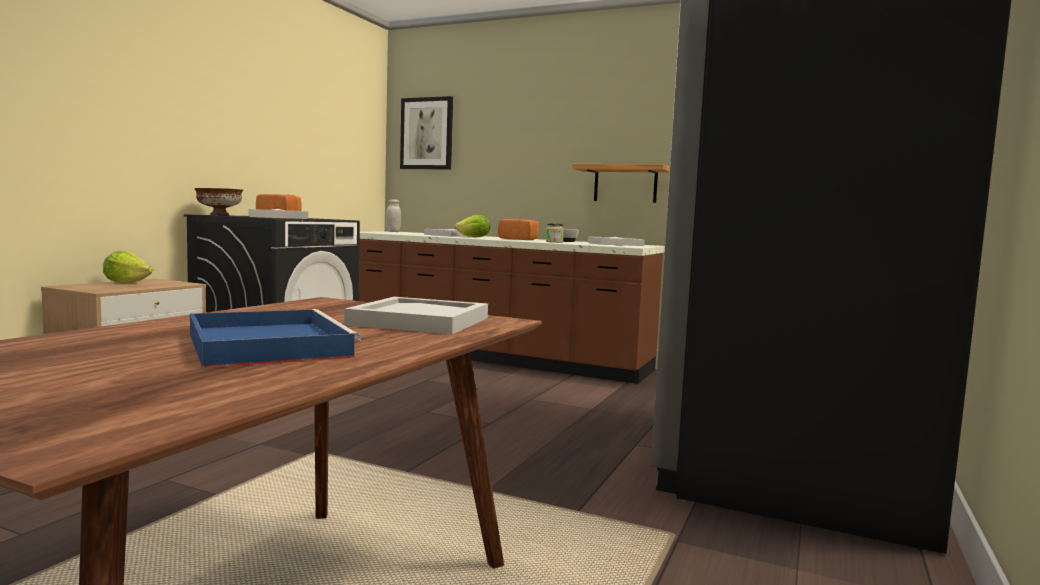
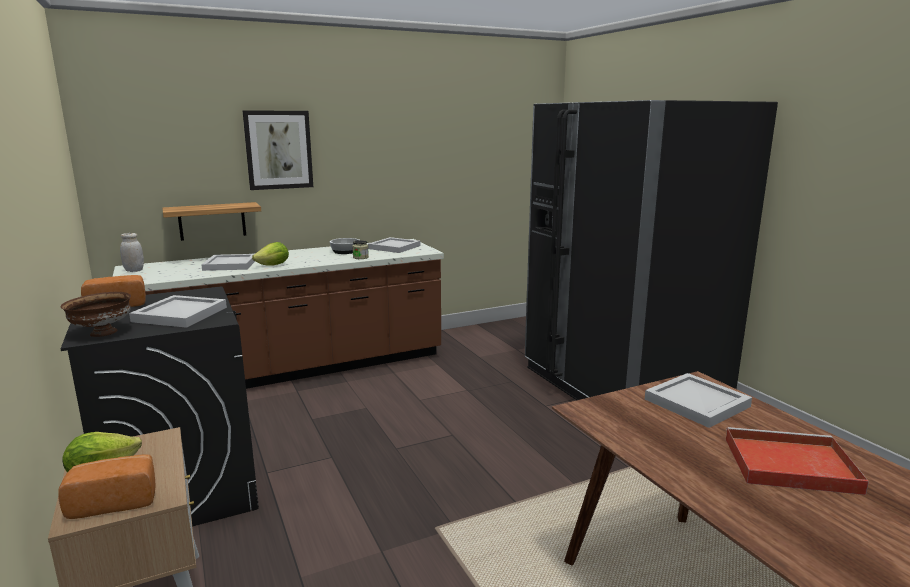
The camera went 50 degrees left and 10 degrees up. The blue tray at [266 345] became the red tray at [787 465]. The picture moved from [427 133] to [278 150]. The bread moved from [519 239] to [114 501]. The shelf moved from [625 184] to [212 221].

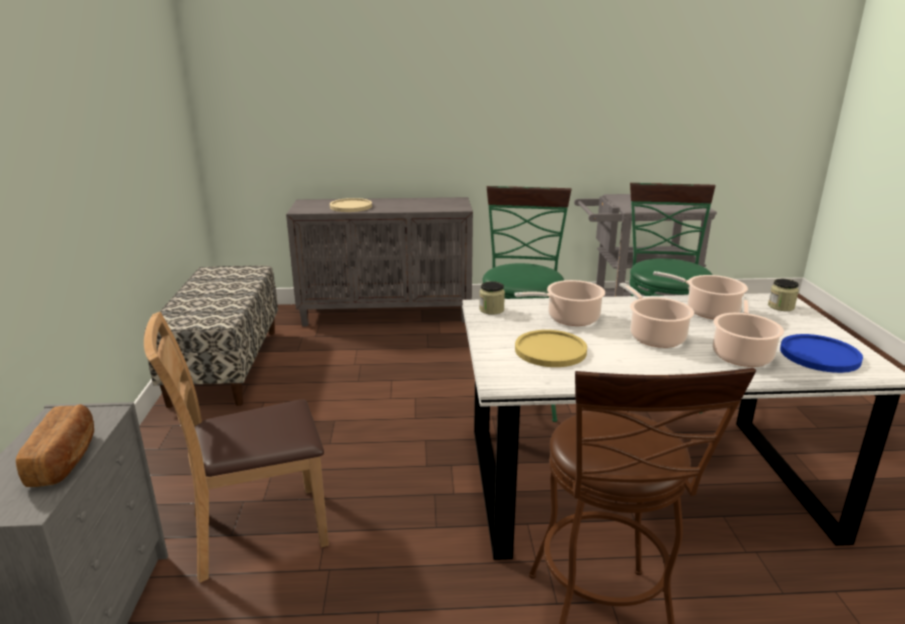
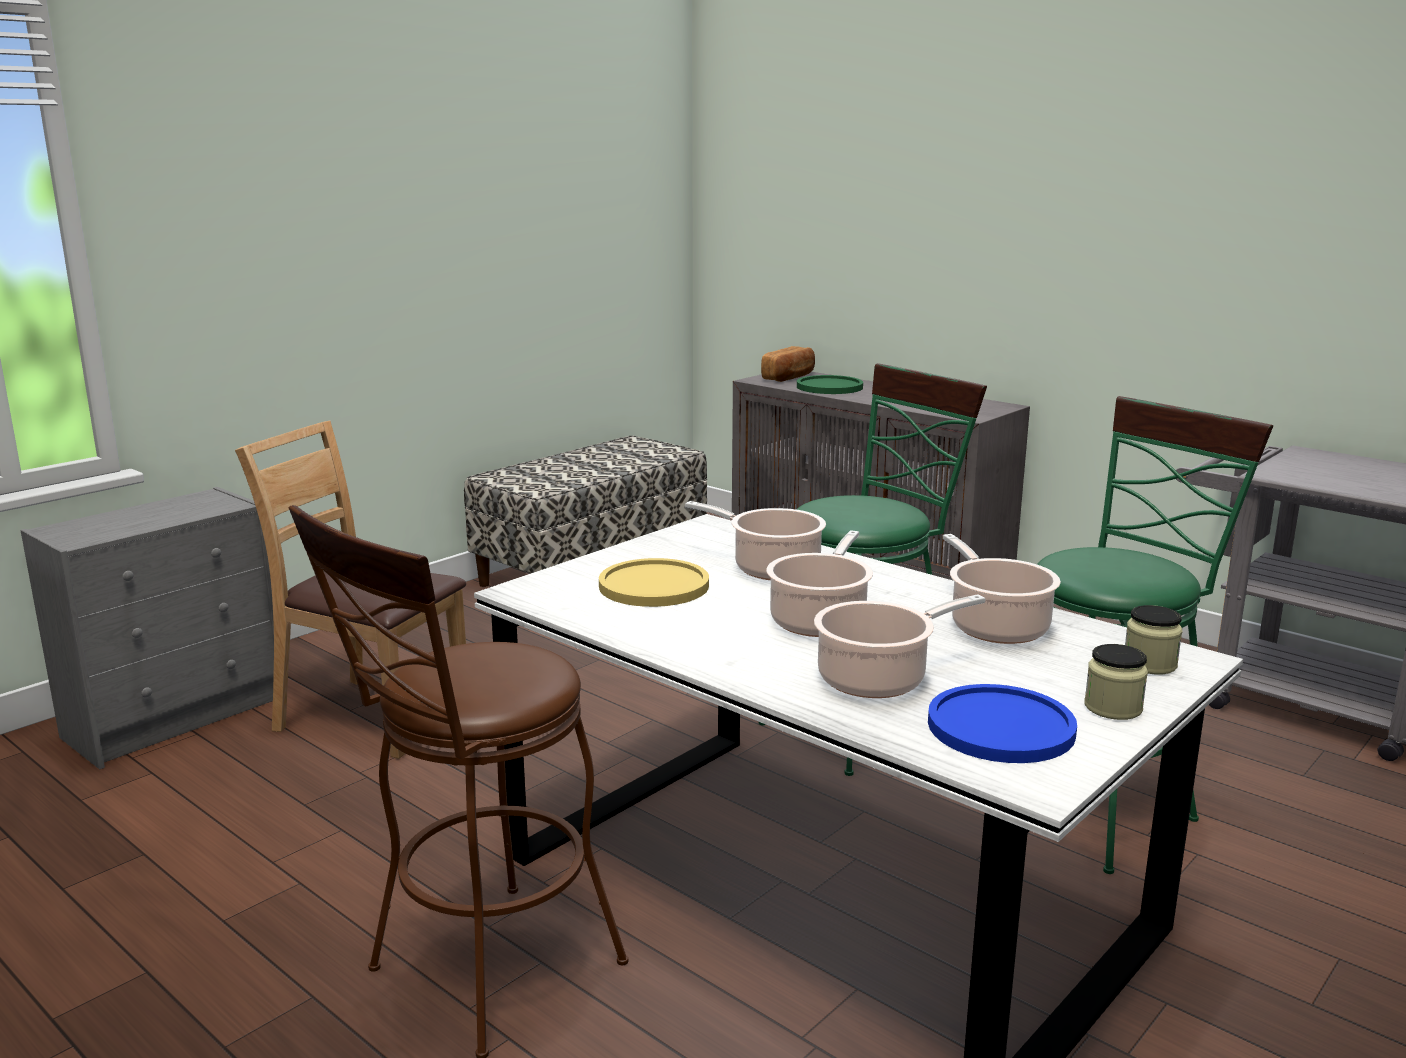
The camera went 45 degrees right and 5 degrees down. The bread moved from [65 459] to [789 377]. The beige plate at [351 206] became the green plate at [829 387]. The jar moved from [491 310] to [1113 708].

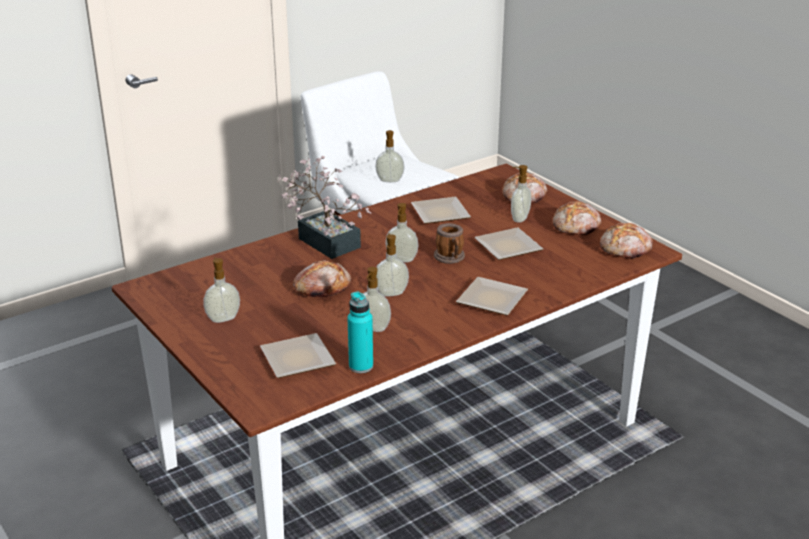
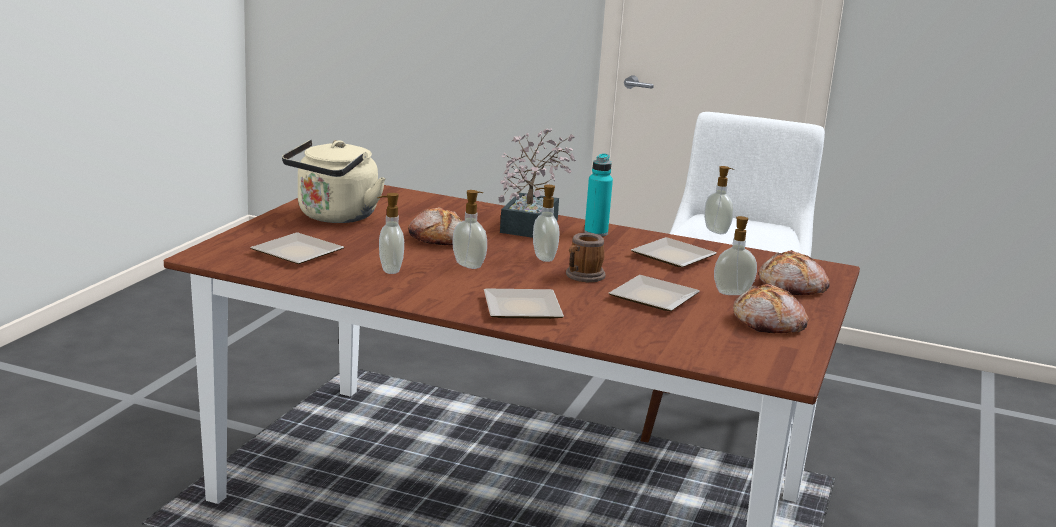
The camera went 55 degrees right and 10 degrees down. The soap dispenser at [223 318] was replaced by the beige kettle at [334 217]. The turquoise bottle moved from [361 366] to [596 233]. The bread at [626 249] disappeared.

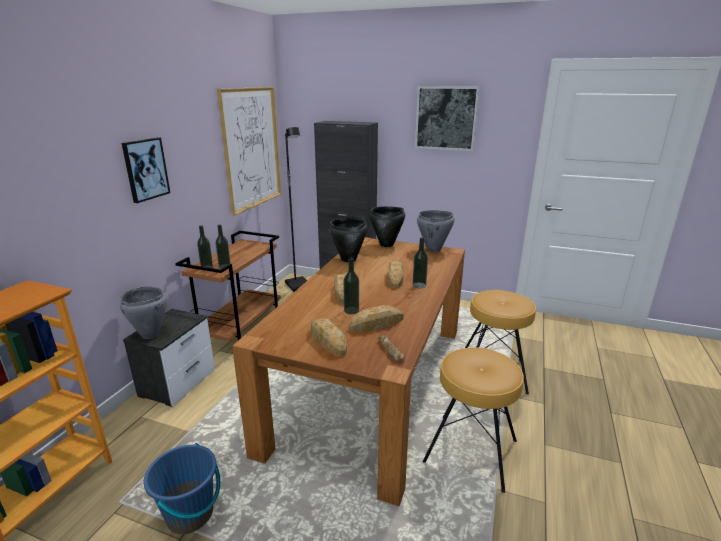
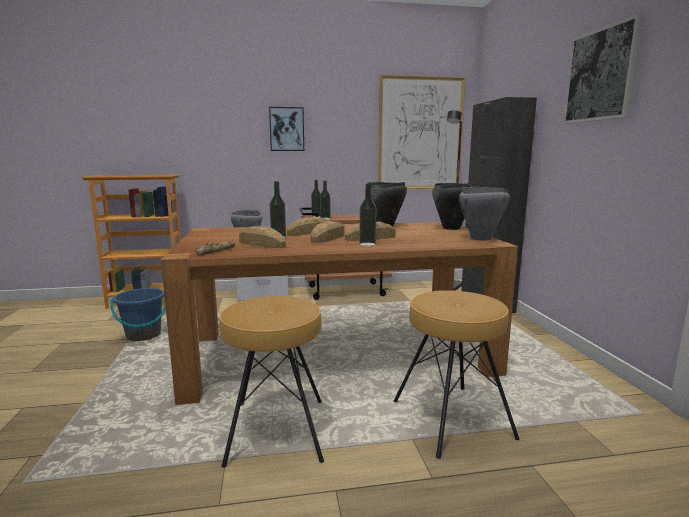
The camera went 60 degrees right and 10 degrees down. The bread moved from [328 340] to [328 238].

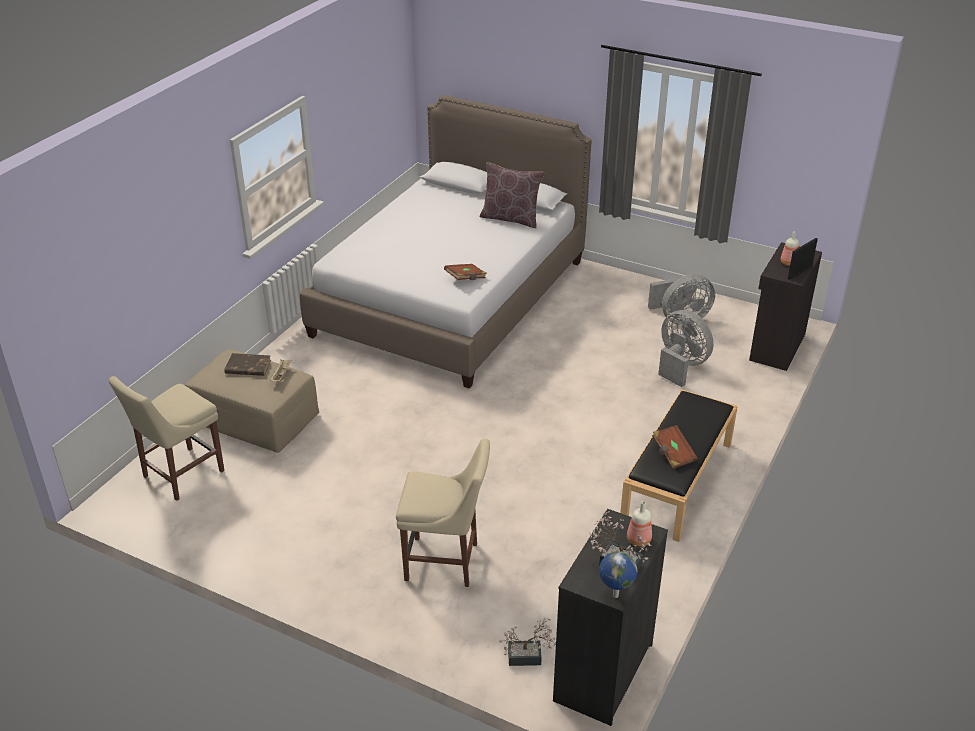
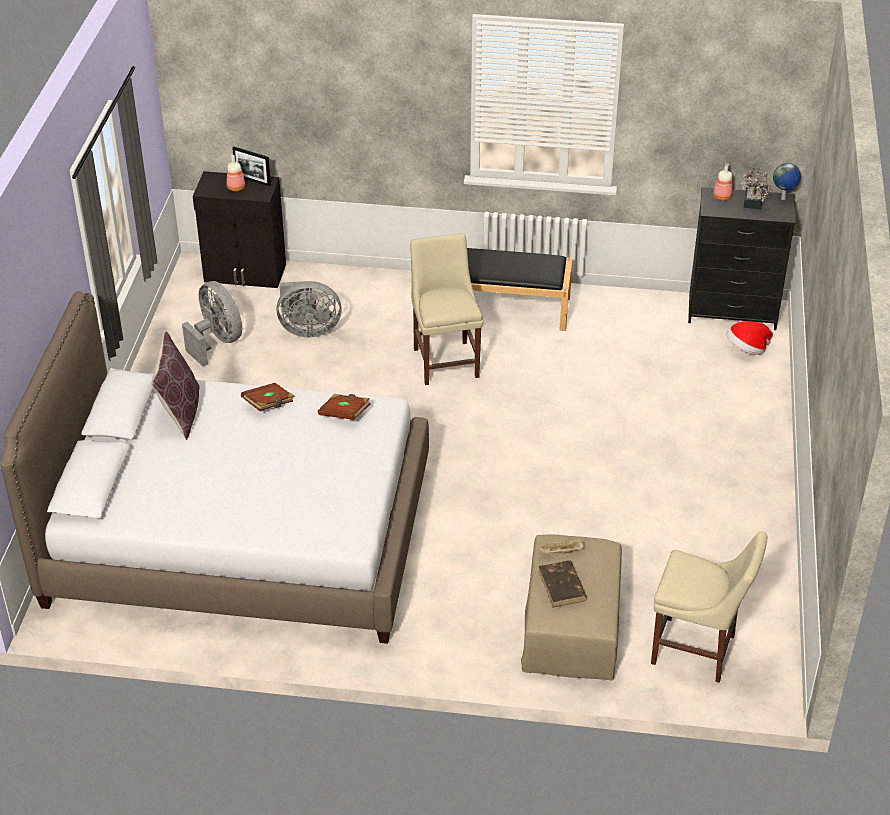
The camera went 110 degrees left and 5 degrees up. The beige chair moved from [446 562] to [445 360]. The potted plant at [529 657] was replaced by the hat at [746 349]. The brown book moved from [673 454] to [269 404]. The grey fan at [680 365] turned 120 degrees counterclockwise.

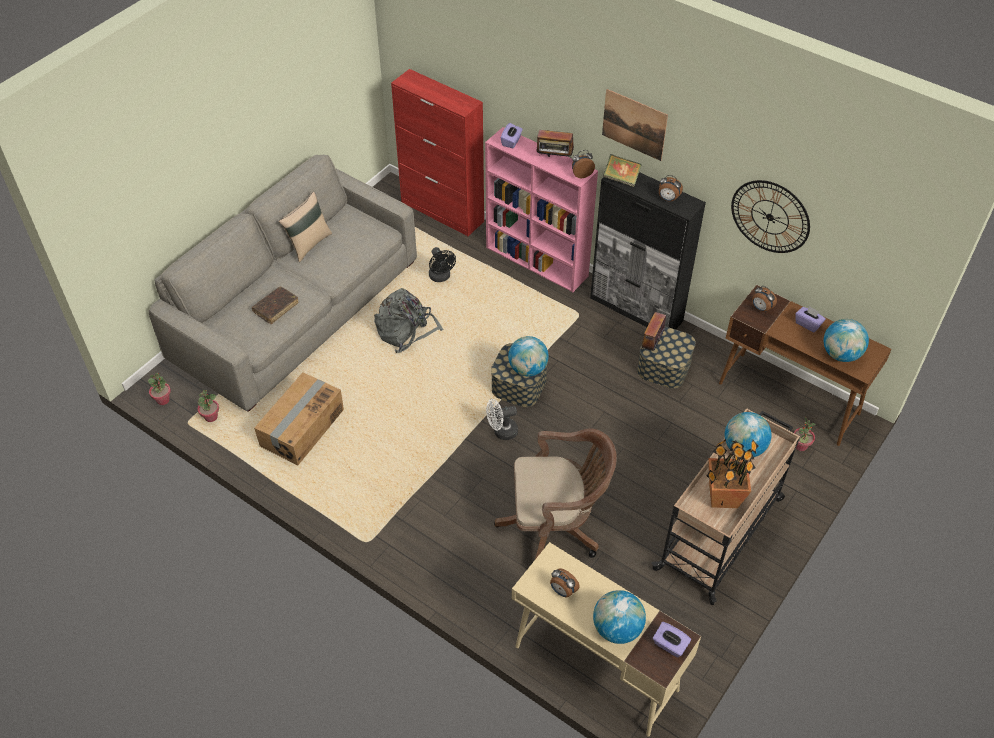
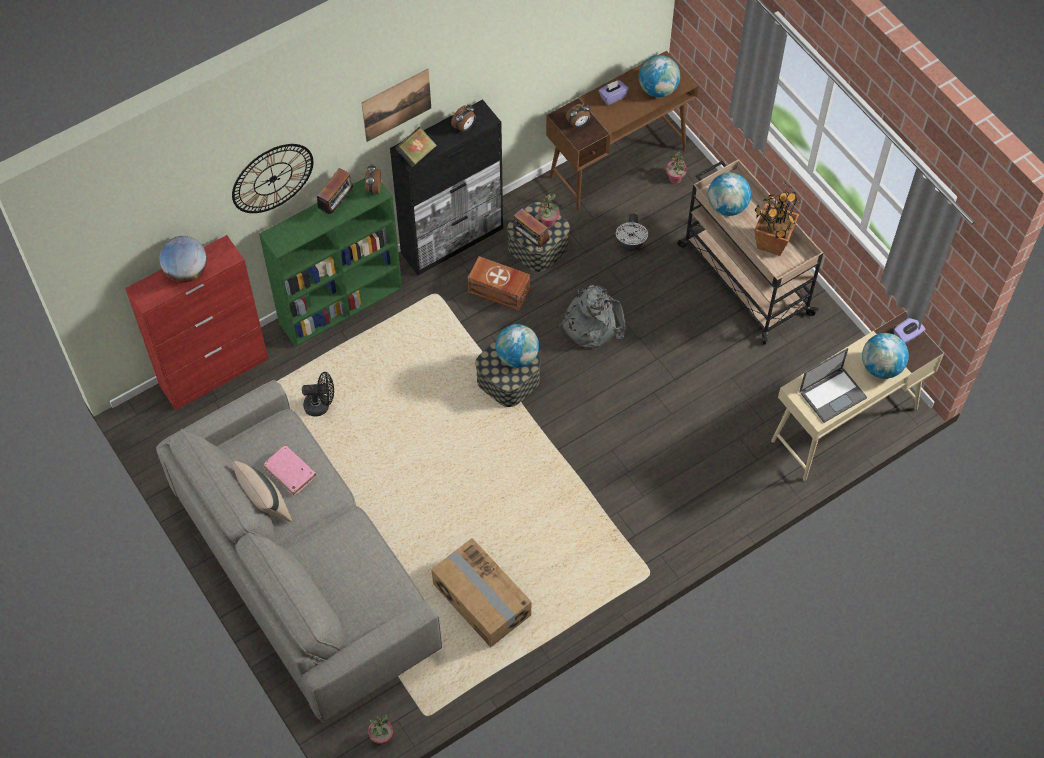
The camera went 70 degrees left and 10 degrees up. The potted plant moved from [211 417] to [548 222]. The brown book at [276 308] disappeared. The grey backpack moved from [406 330] to [591 322]. The pink bookcase at [537 262] became the green bookcase at [342 304]. The white fan moved from [501 432] to [630 245]. The brown office chair at [555 527] disappeared. The purple tissue box at [511 142] disappeared. The alarm clock at [562 591] was replaced by the laptop at [833 394]. The wall clock moved from [770 217] to [272 178]. The globe at [187 271] appeared. The pink book at [290 473] appeared. The brown storage box at [499 291] appeared.

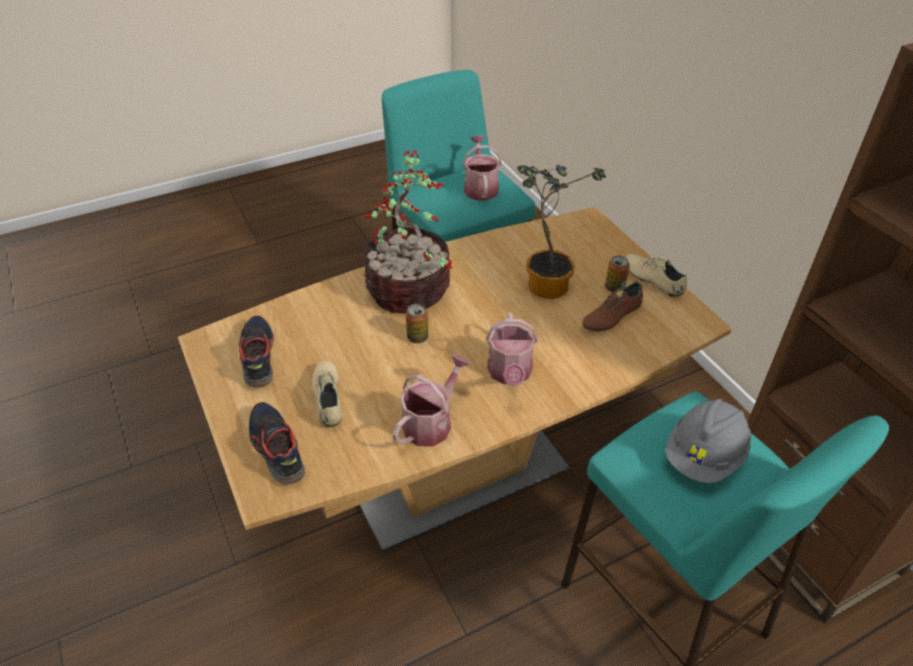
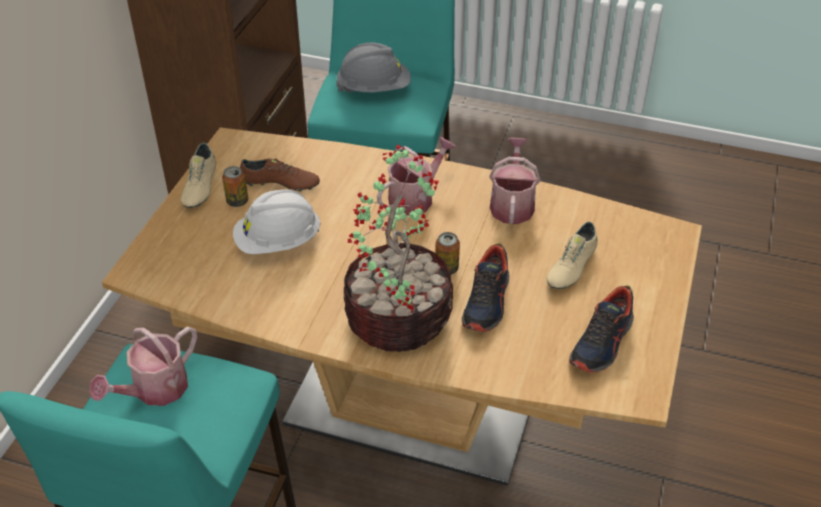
The camera went 135 degrees left and 0 degrees up. The shoe moved from [276 449] to [487 302]. The watering can at [431 422] turned 105 degrees clockwise. The potted plant at [545 282] was replaced by the white hard hat at [278 242].

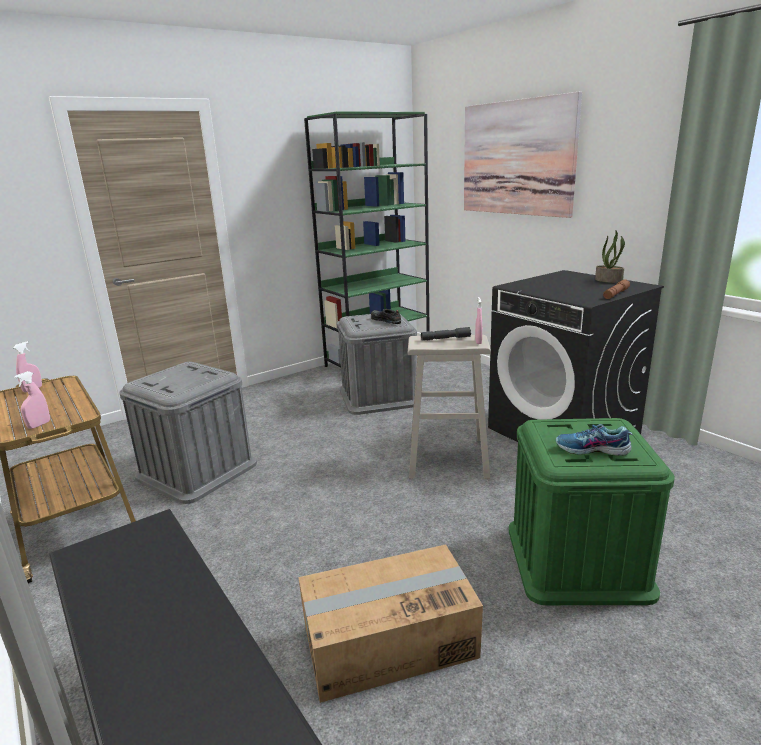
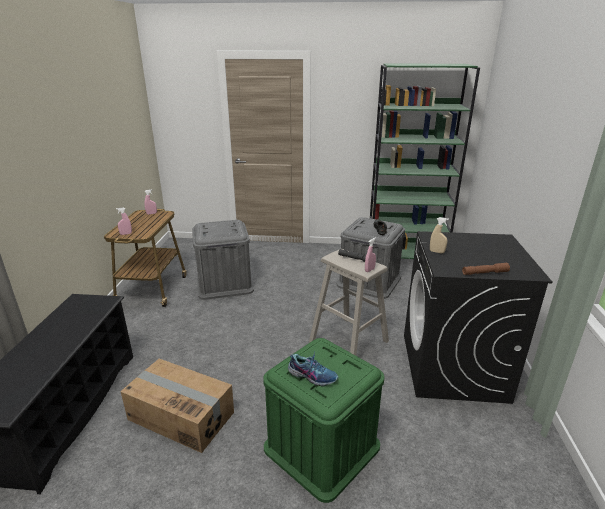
The camera went 40 degrees right and 5 degrees up. The picture at [517 158] disappeared. The shoe at [592 450] turned 150 degrees clockwise. The potted plant at [609 280] disappeared. The beige spray bottle at [437 252] appeared.

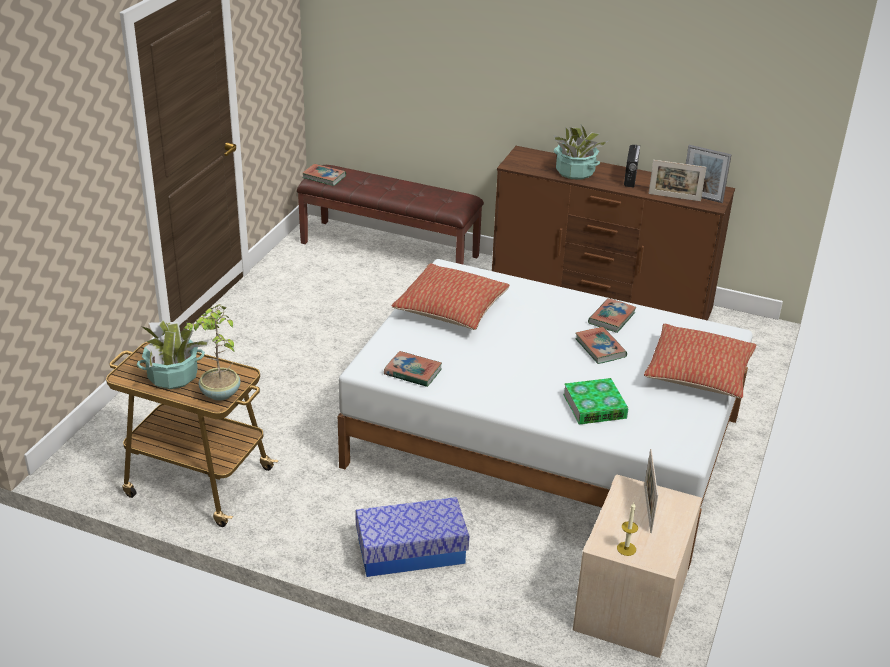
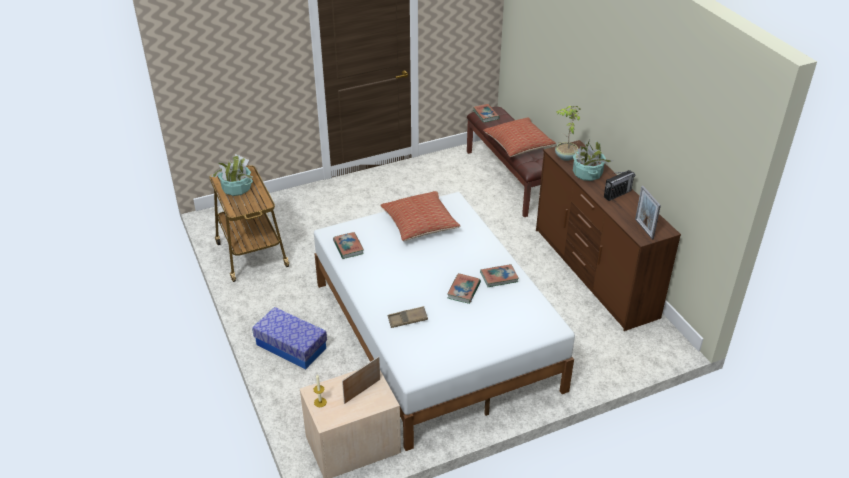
The camera went 45 degrees right and 5 degrees up. The potted plant moved from [219 394] to [565 157]. The book at [594 406] was replaced by the brown tray at [407 319]. The pillow moved from [698 374] to [518 144]. The picture frame at [674 197] disappeared.

